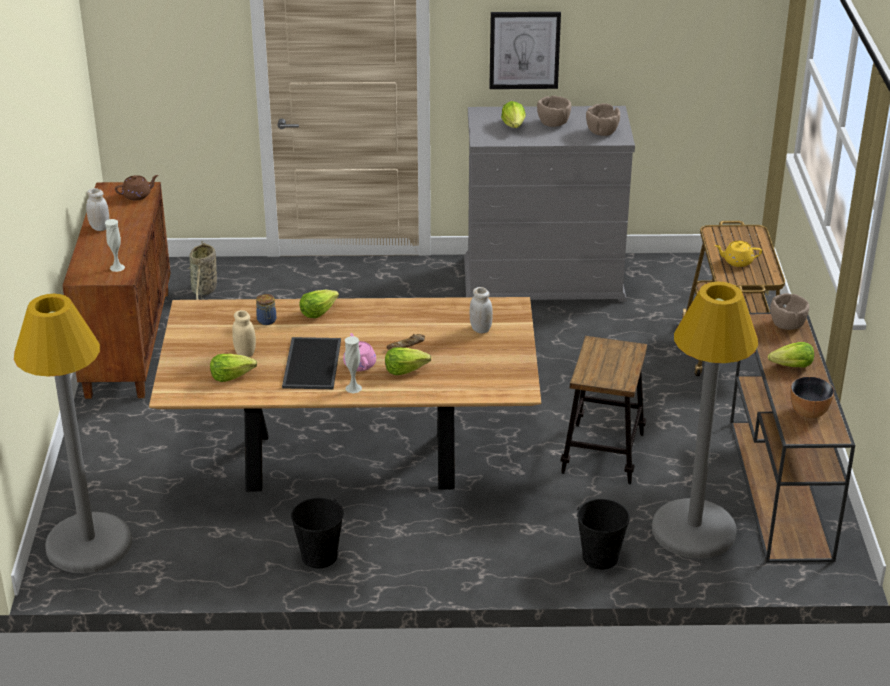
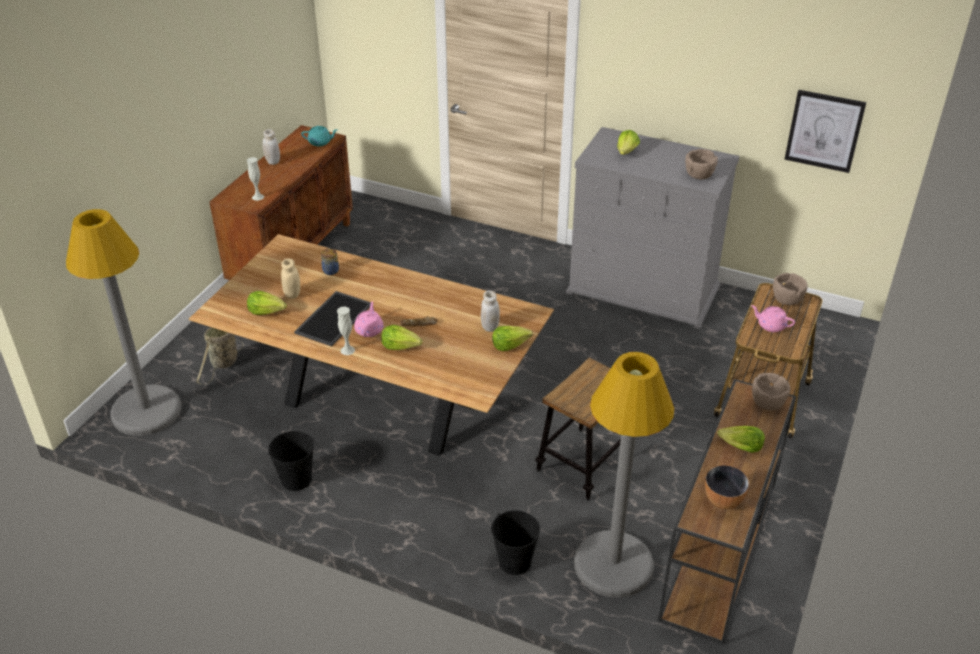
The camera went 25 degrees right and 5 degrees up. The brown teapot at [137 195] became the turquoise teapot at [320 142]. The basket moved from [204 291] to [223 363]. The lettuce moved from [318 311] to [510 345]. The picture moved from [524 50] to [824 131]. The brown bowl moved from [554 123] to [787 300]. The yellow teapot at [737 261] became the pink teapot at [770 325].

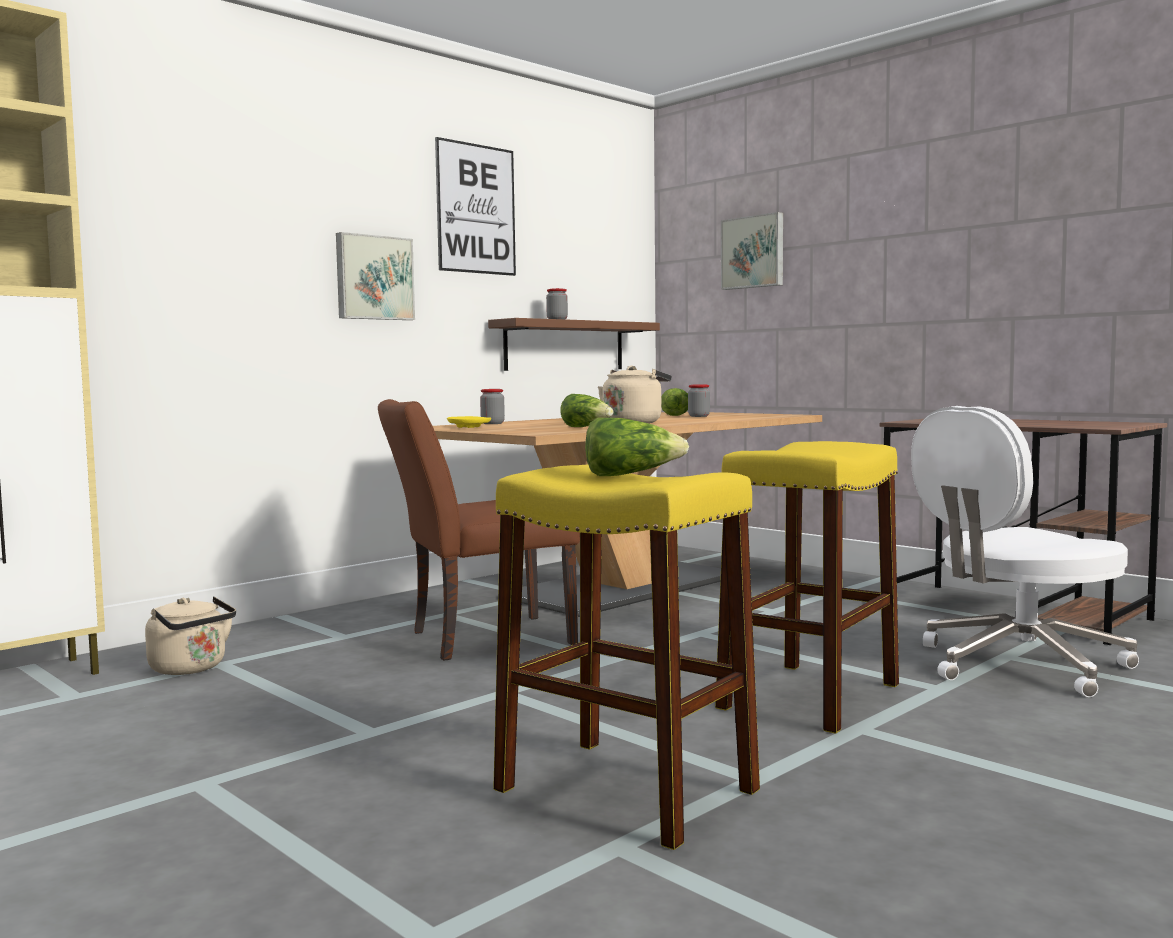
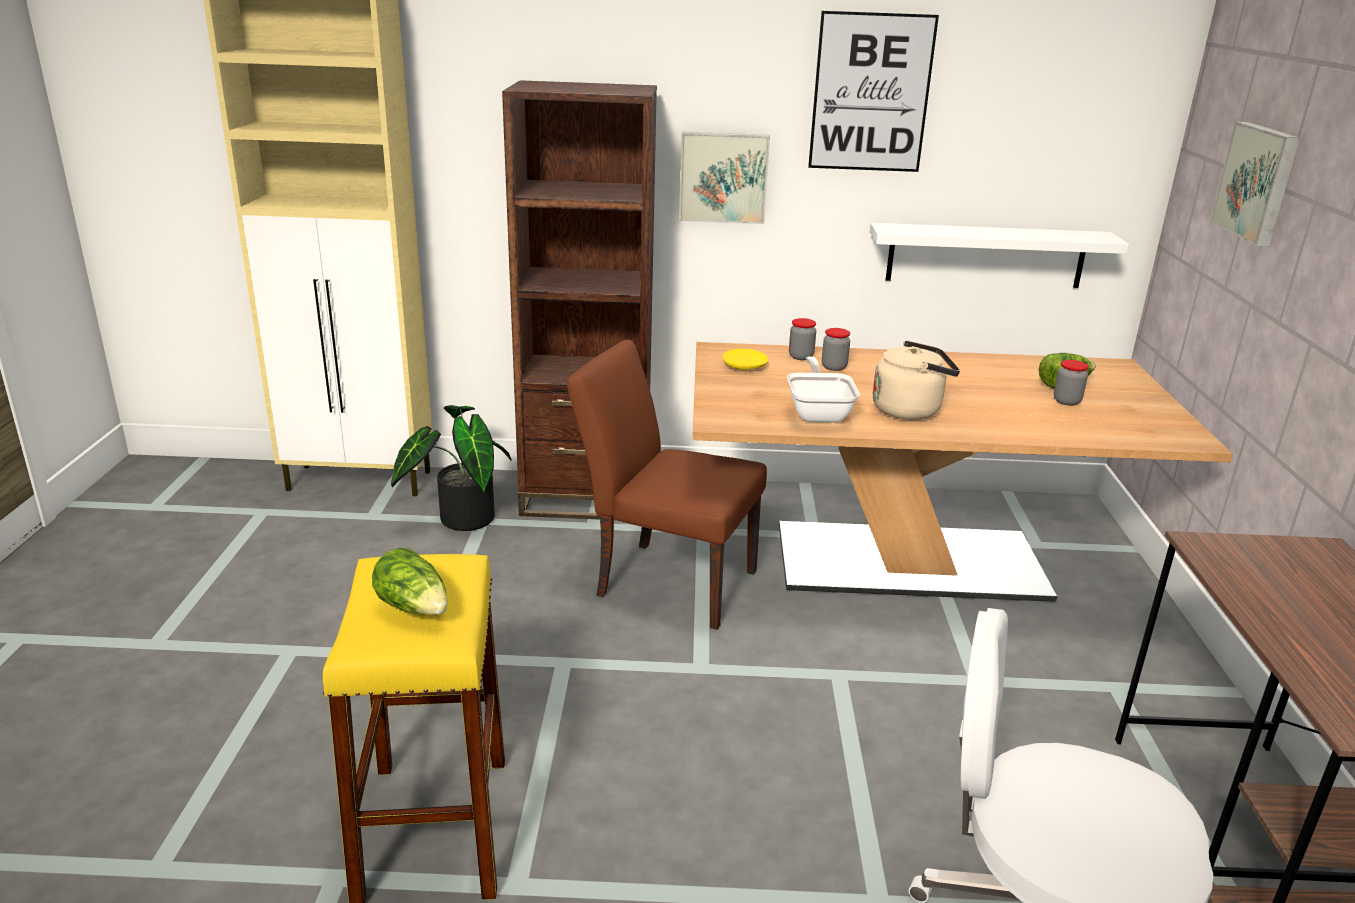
The camera went 45 degrees right and 20 degrees up. The beige kettle at [191 669] was replaced by the potted plant at [460 518]. The brown shelf at [565 346] became the white shelf at [986 255]. The jar moved from [557 320] to [834 367]. The lettuce at [587 427] was replaced by the frying pan at [819 412]. The yellow stool at [810 696] disappeared. The brown bookcase at [586 498] appeared.

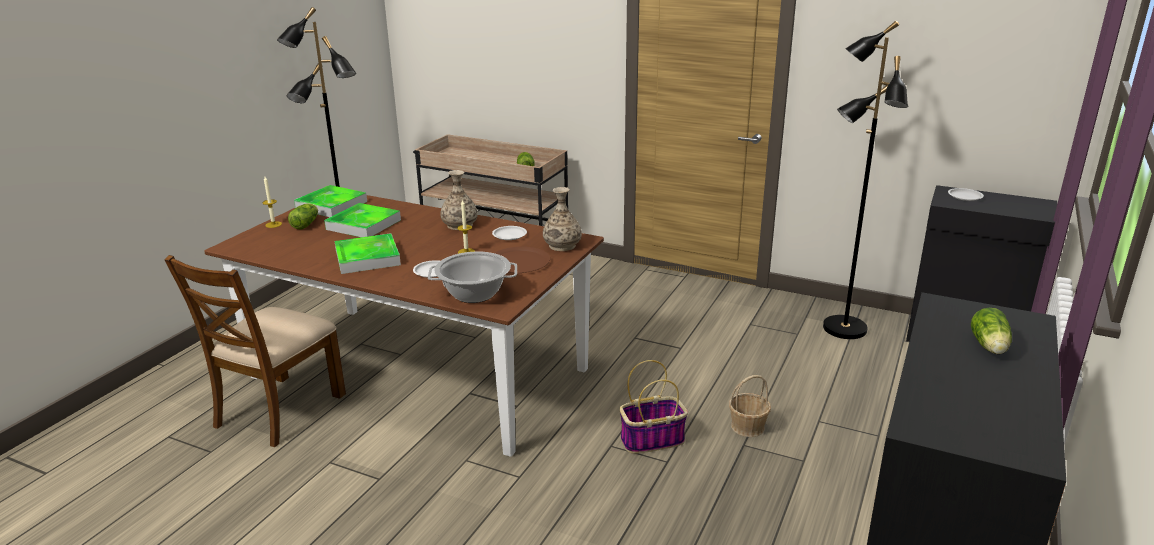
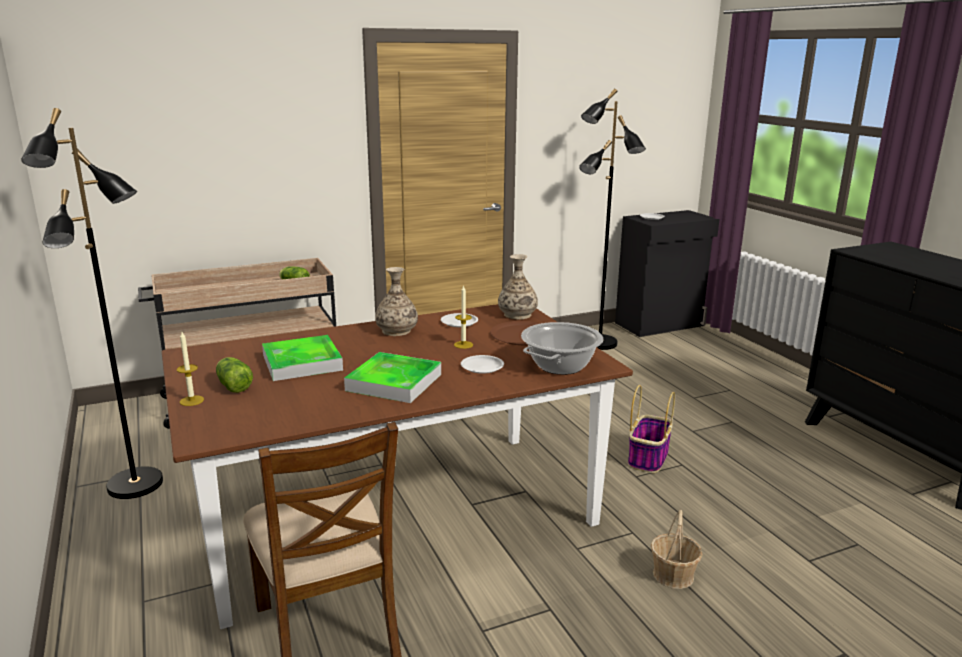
The camera went 50 degrees left and 5 degrees down. The tray at [331 205] disappeared. The basket moved from [748 427] to [673 575]. The lettuce at [989 347] disappeared.

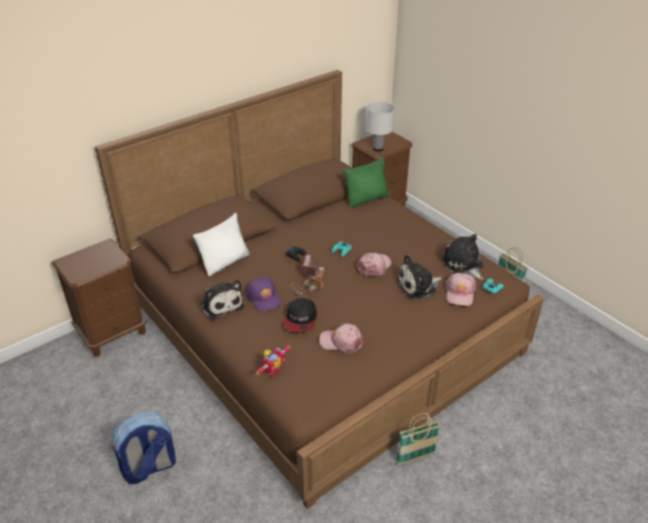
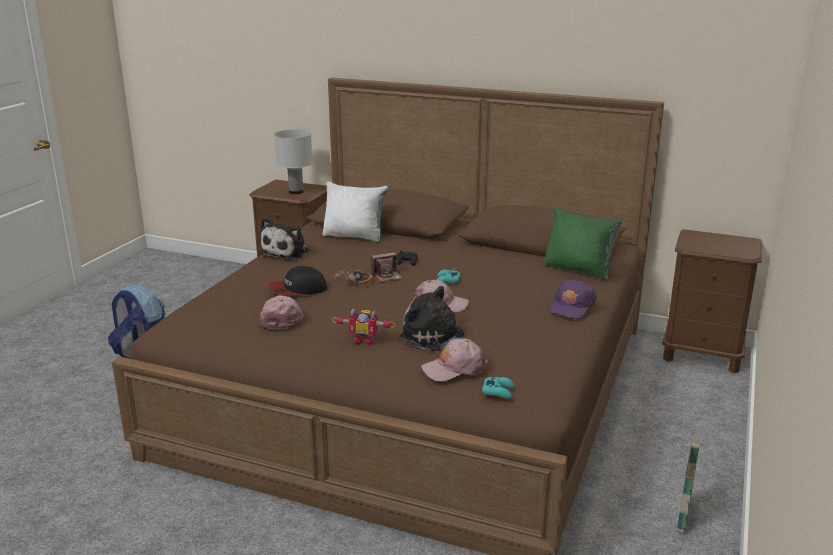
The camera went 60 degrees right and 15 degrees down. The purple cap moved from [264 298] to [571 307]. The toy robot moved from [272 369] to [364 340]. The white table lamp moved from [378 148] to [296 192]. The basket at [415 457] disappeared. The plush toy at [463 265] disappeared.

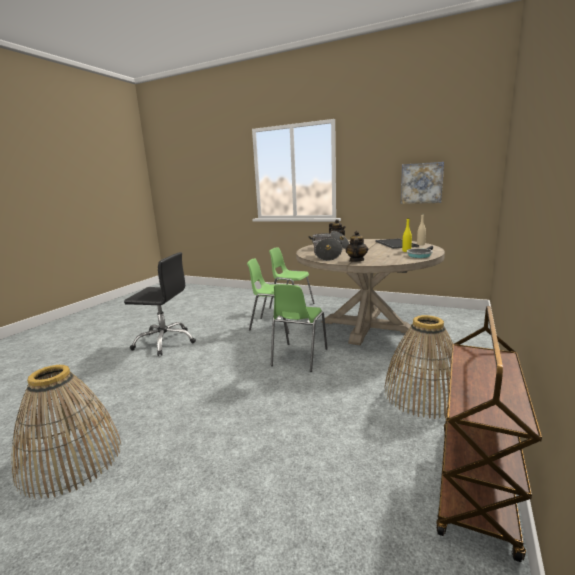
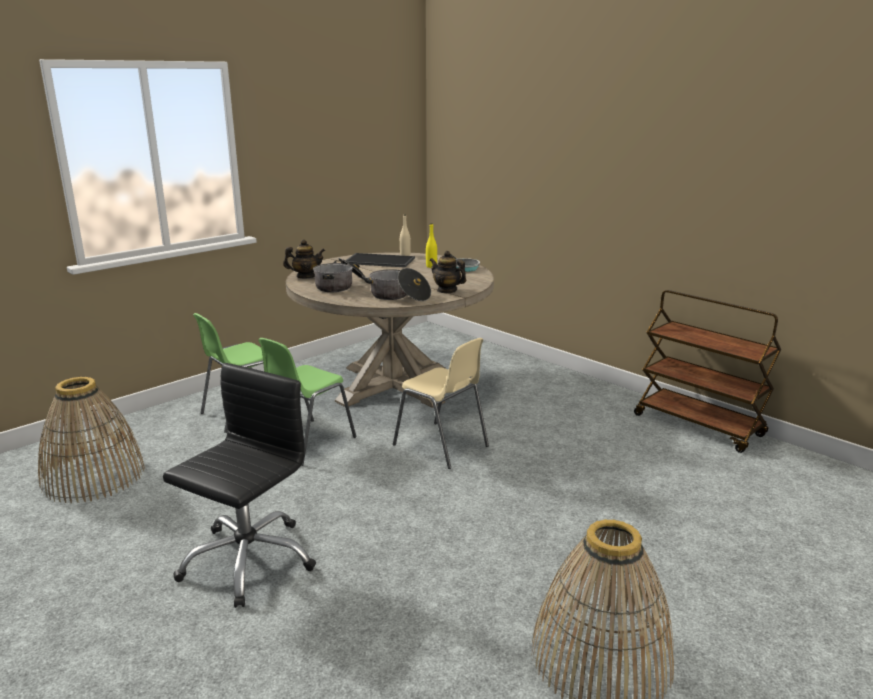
The camera went 70 degrees left and 5 degrees up. The green chair at [298 357] became the beige chair at [441 446]. The basket moved from [423 395] to [93 476]. The picture at [421 183] disappeared.

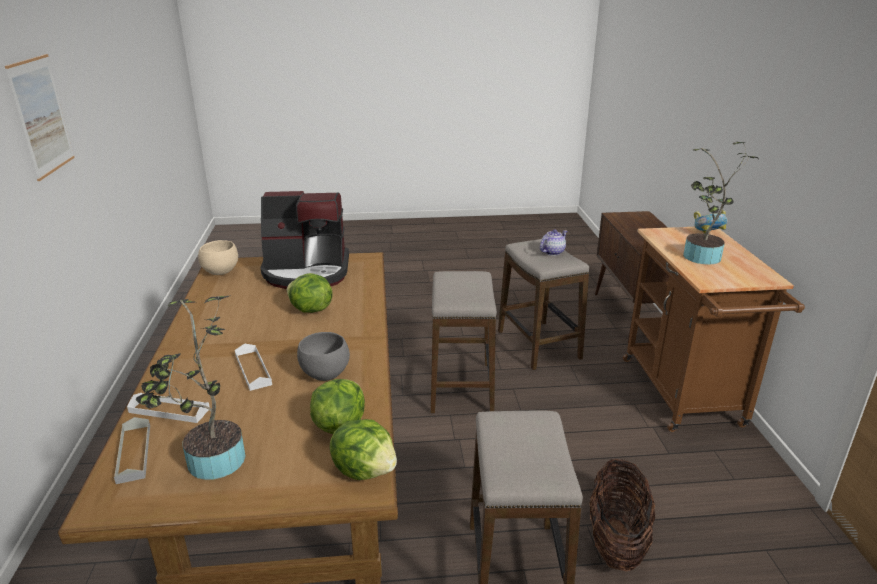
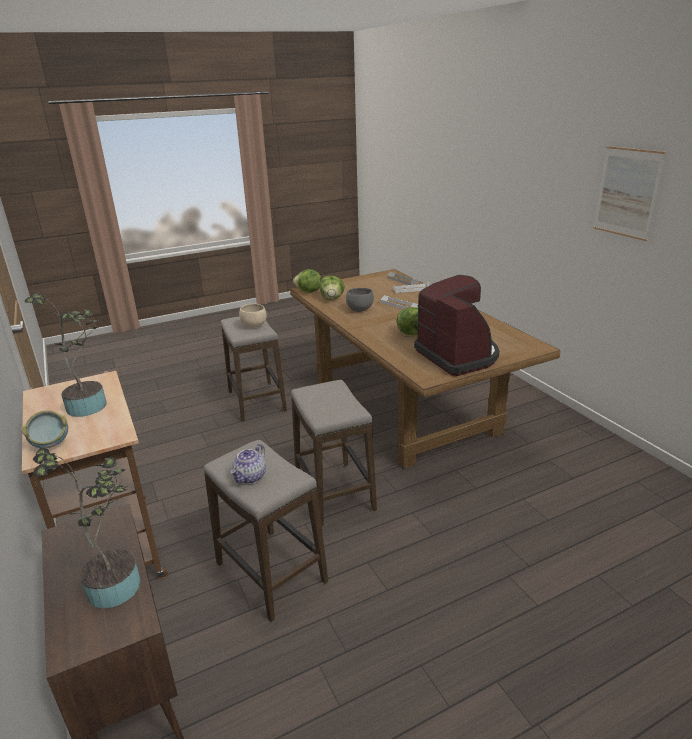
The camera went 160 degrees right and 0 degrees up. The potted plant moved from [212 464] to [116 582]. The beige bowl moved from [219 272] to [254 326]. The coffee machine at [307 272] turned 90 degrees clockwise. The basket at [616 540] disappeared.

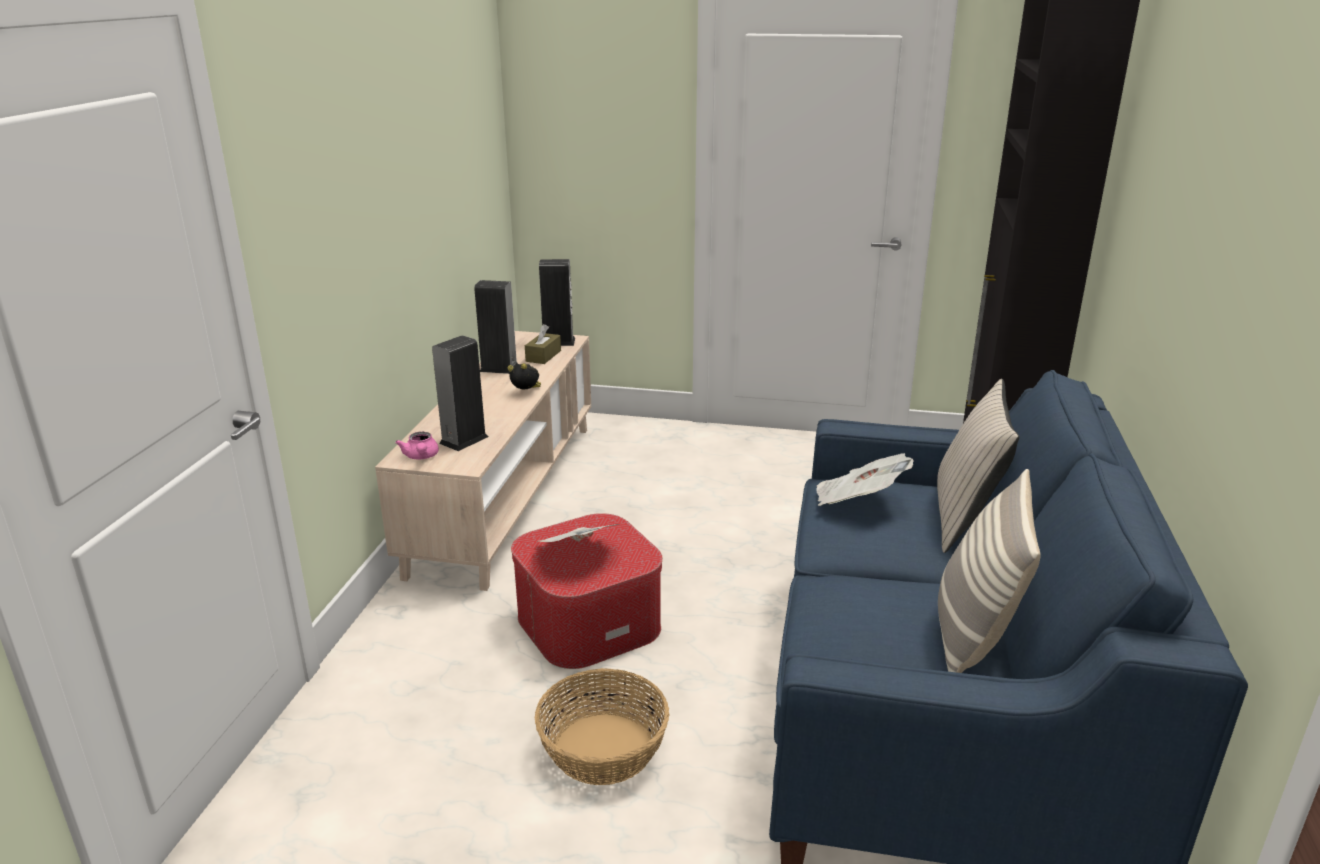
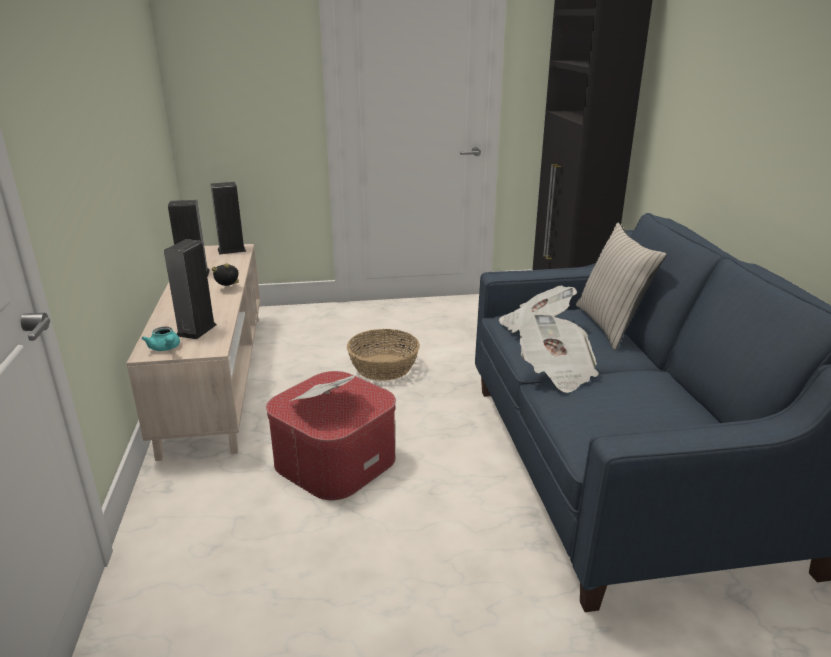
The camera went 20 degrees left and 0 degrees up. The pink teapot at [421 457] became the turquoise teapot at [165 348]. The brown tissue box at [543 356] disappeared. The basket moved from [604 748] to [383 367]. The pillow at [973 636] disappeared. The newspaper at [556 371] appeared.

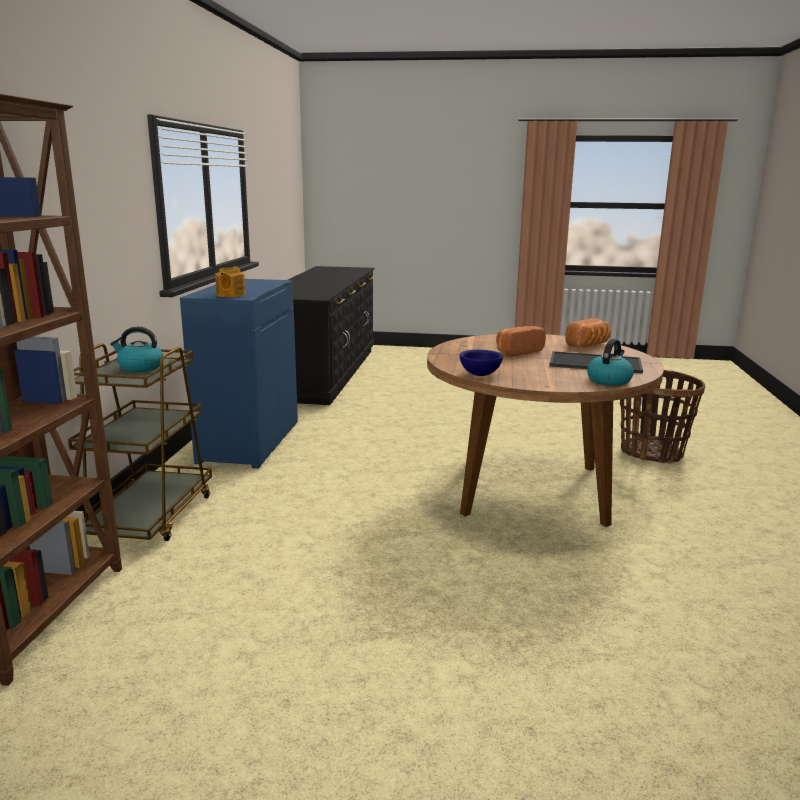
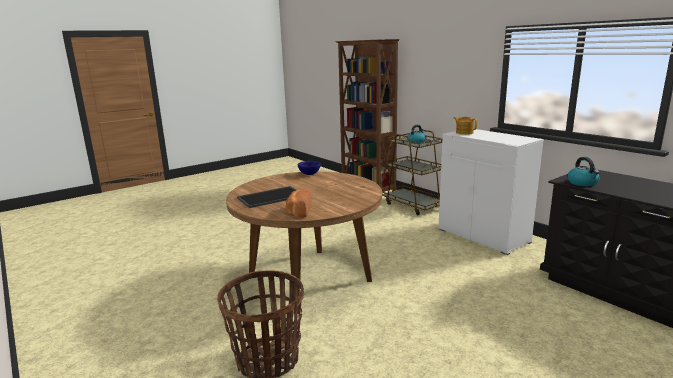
The camera went 135 degrees right and 0 degrees up. The blue cabinet at [248 442] became the white cabinet at [484 236]. The bread at [517 352] disappeared. The kettle moved from [609 380] to [583 183].

